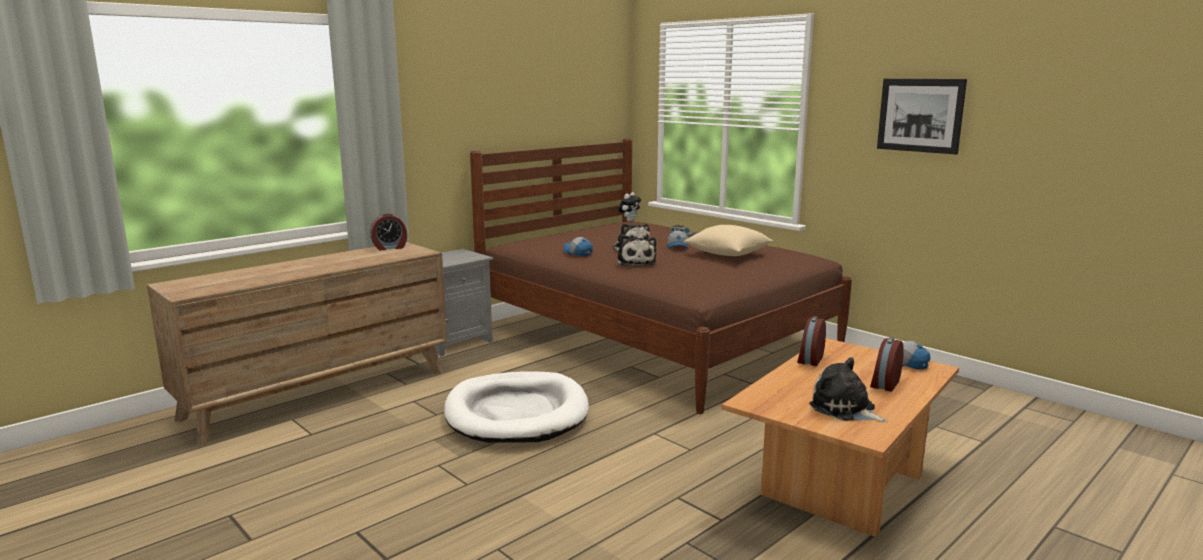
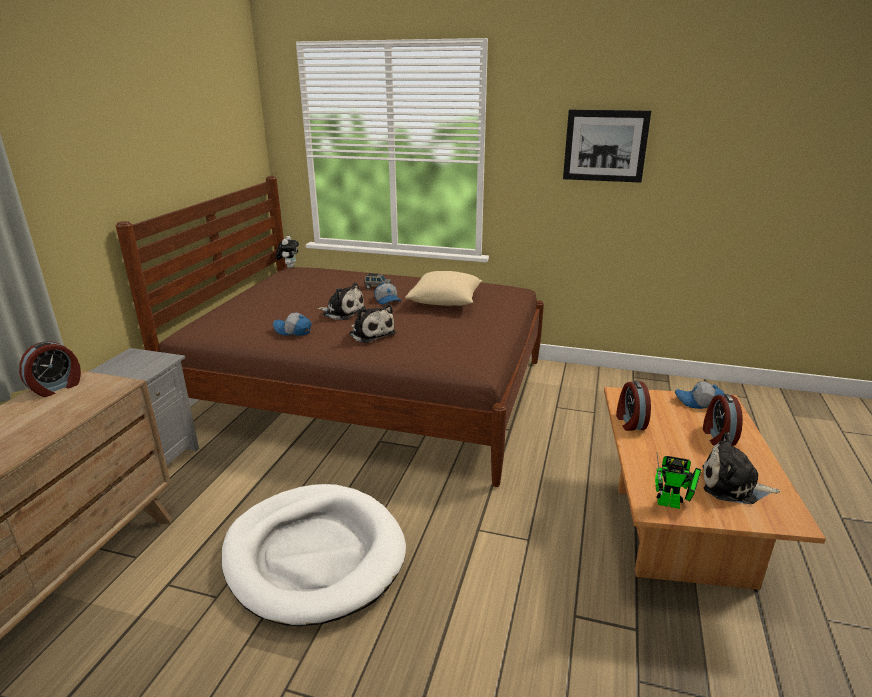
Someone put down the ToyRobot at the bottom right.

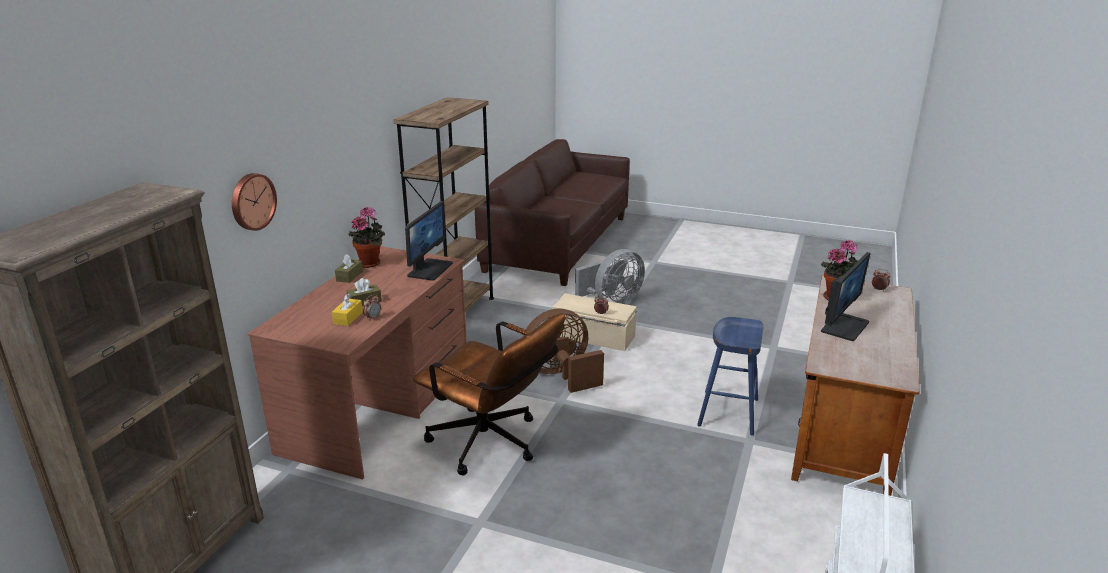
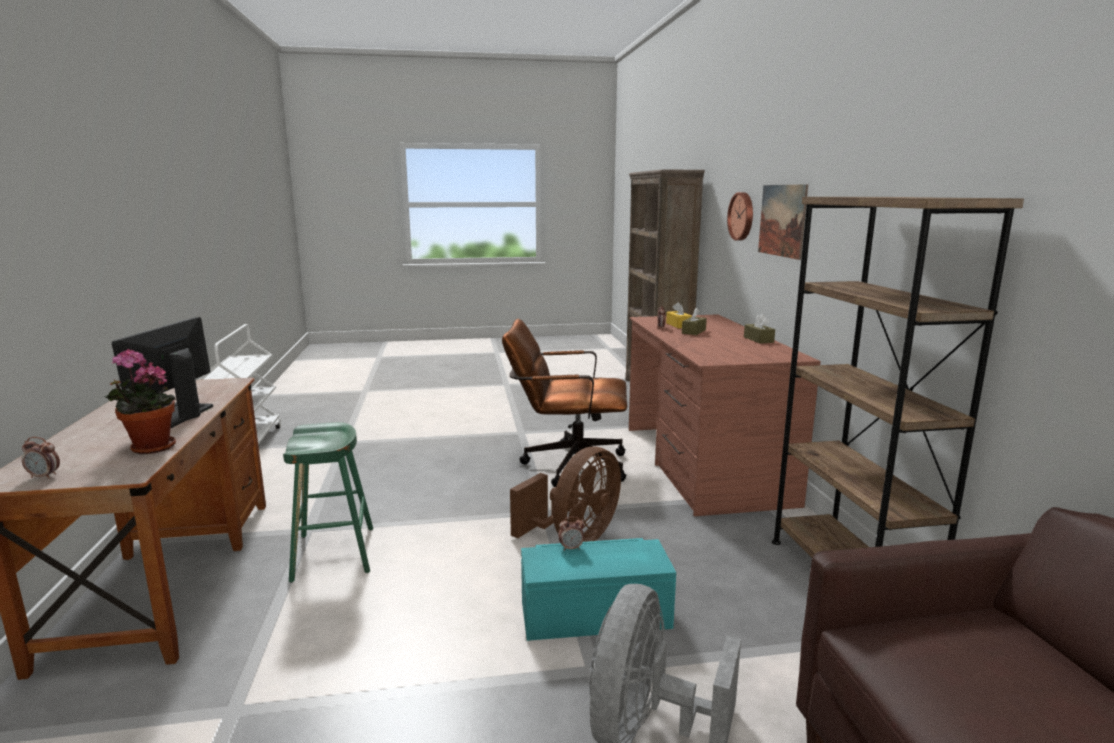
Someone took away the PottedPlant (1st from left) at the middle left.
Someone took away the Monitor (1st from left) at the centre.
Someone put up the WallArt at the top right.
Someone repainted the BeigeColouredStorageBox at the centre, which became the TurquoiseColouredStorageBox at the bottom centre.
Someone repainted the BlueColouredStoolSeat at the centre, which became the GreenStoolSeat at the bottom left.

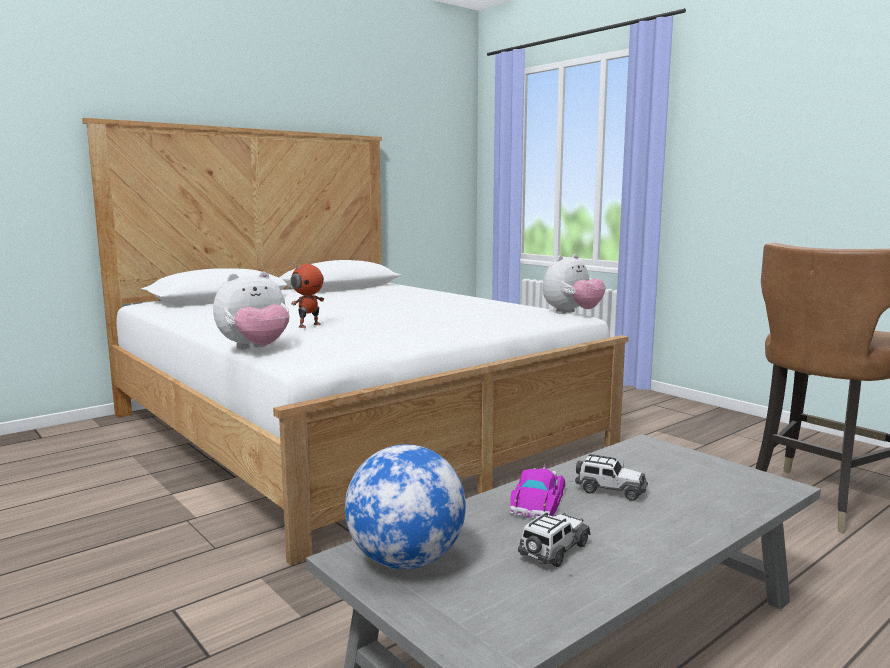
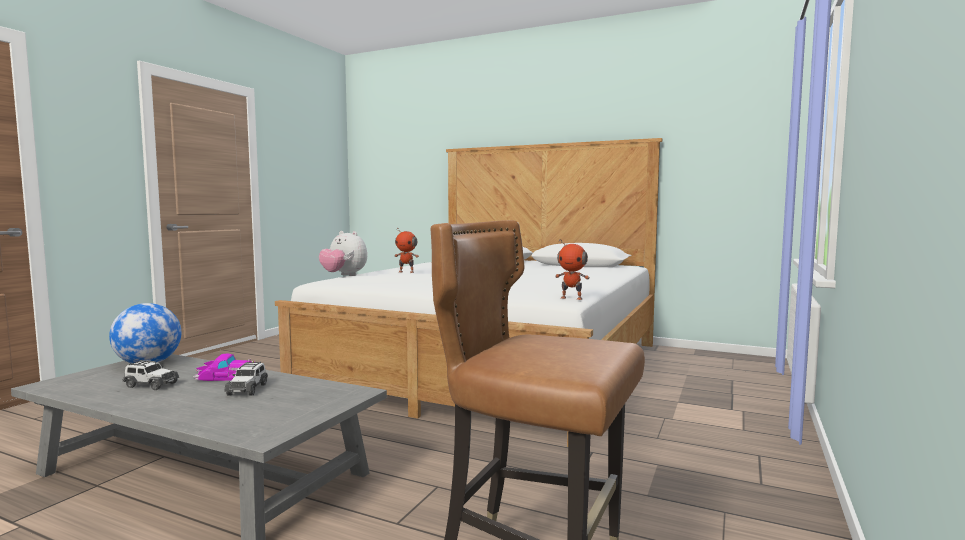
Someone swapped the SoftToy (2nd from left) at the centre for the ToyRobot (2nd from left) at the centre.

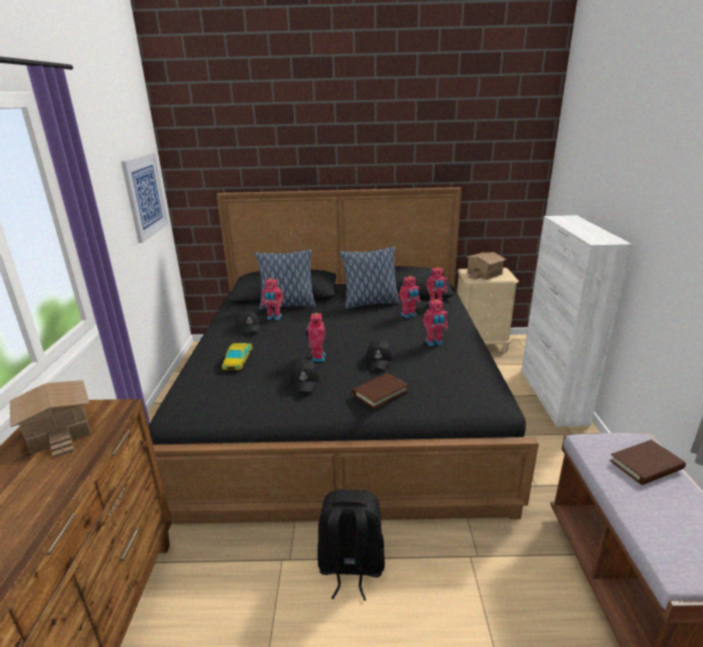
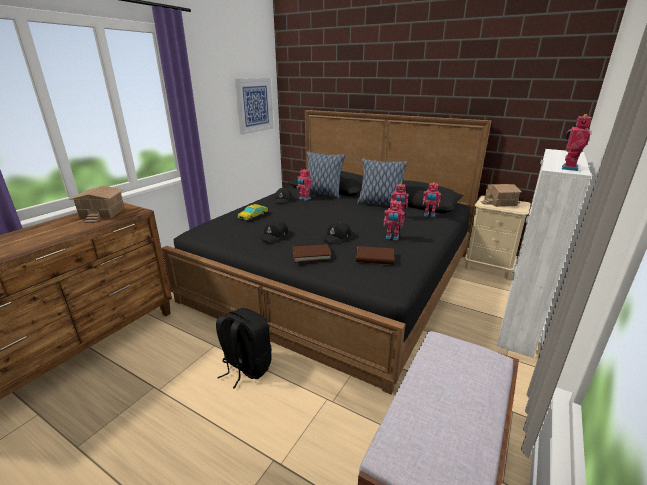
Someone carried the ToyRobot (2nd from left in the first image) from the centre to the top right.
Someone carried the BrownColouredVolume (2nd from left) from the bottom right to the centre.

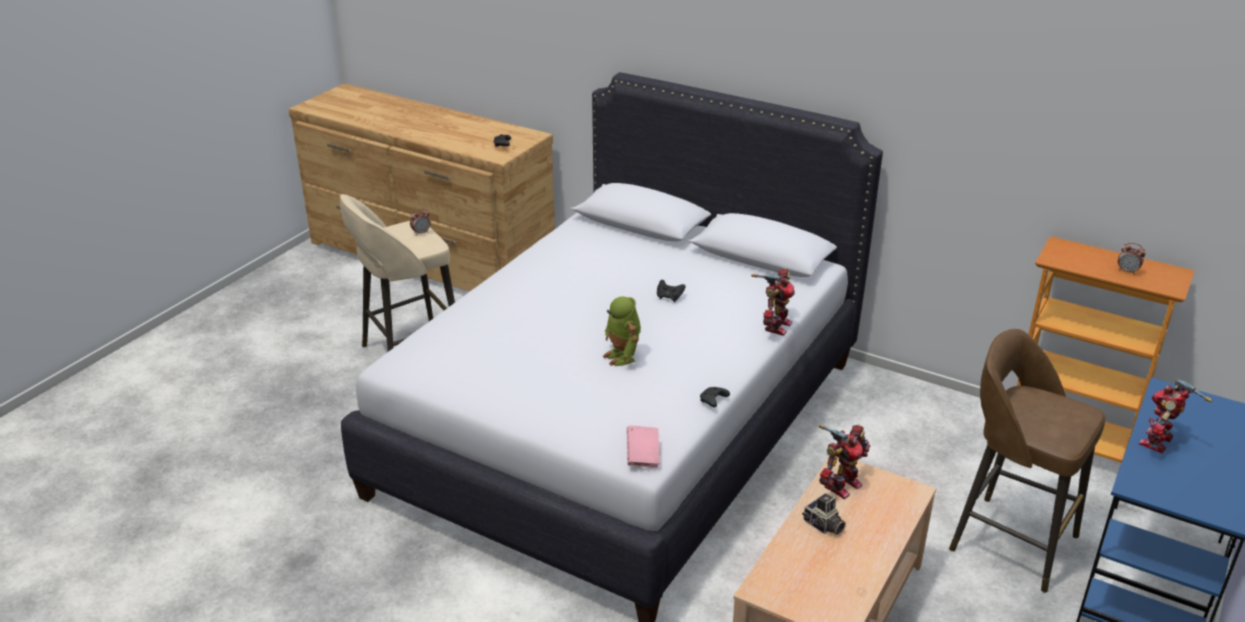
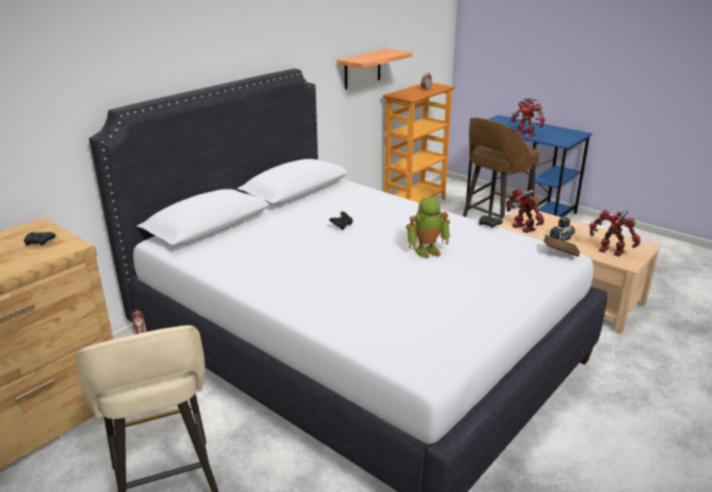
Someone put up the WallShelf at the top centre.
Someone carried the ToyRobot (2nd from left in the first image) from the centre to the middle right.
Someone repainted the PinkishVolume at the bottom centre, which became the BrownColouredVolume at the middle right.

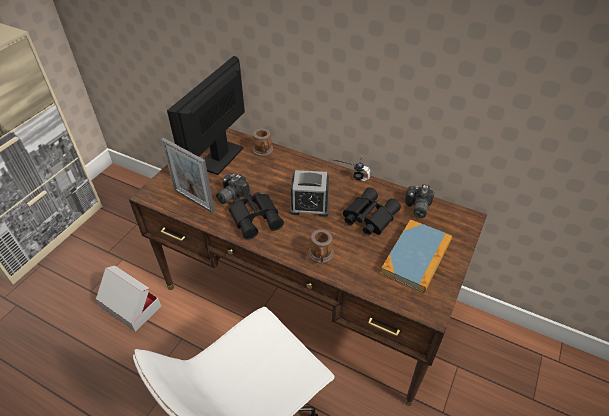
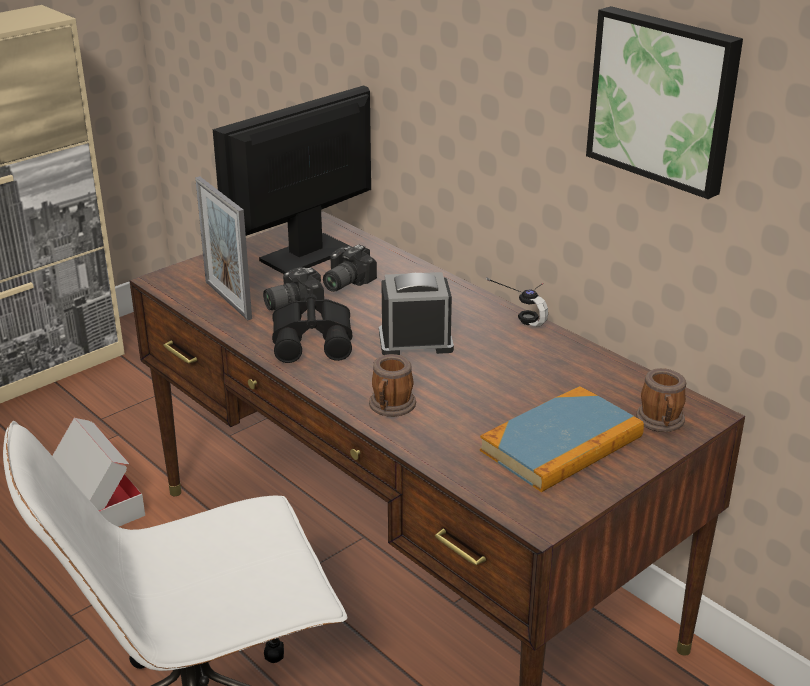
Someone took away the BlackPairOfBinoculars (2nd from left) at the centre.
Someone put up the WallArt at the top right.
Someone carried the CoffeeMug (1st from left in the first image) from the centre to the middle right.
Someone carried the PhotoCamera (2nd from left) from the middle right to the centre.
Someone rotated the TableClock at the centre by 150 degrees clockwise.

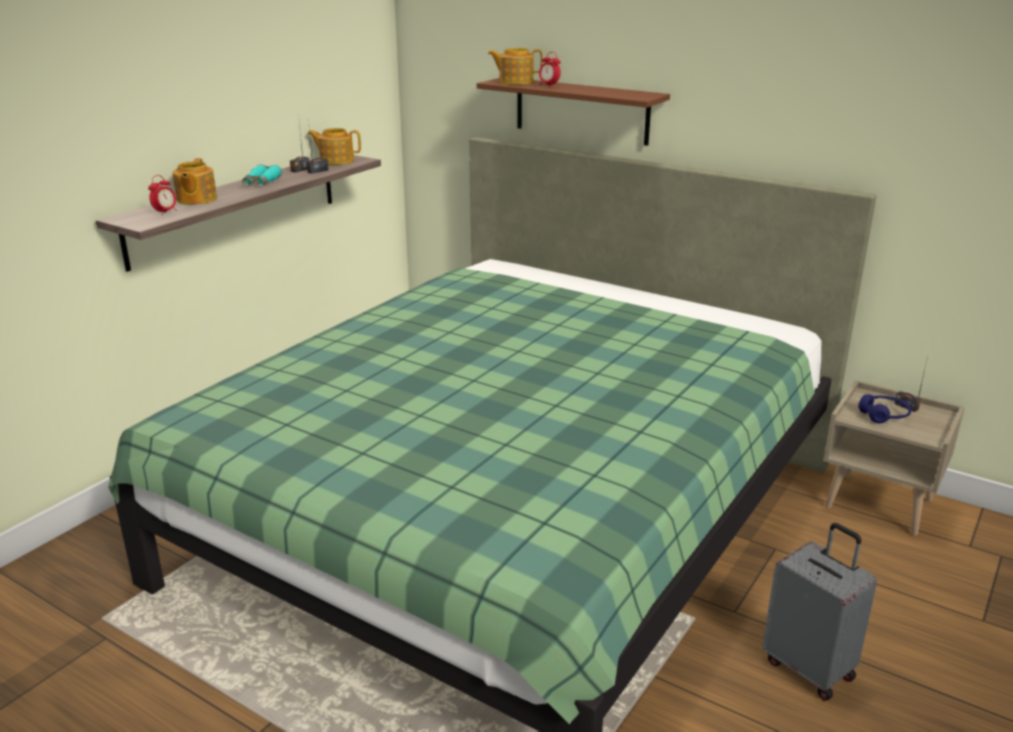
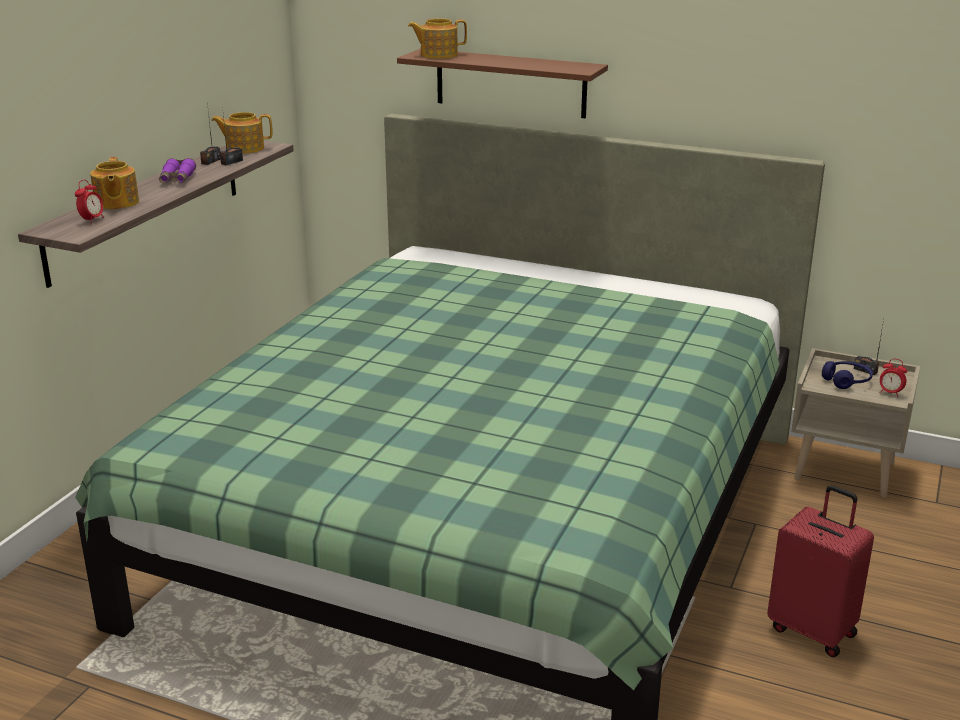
Someone carried the TableClock (2nd from left) from the top centre to the middle right.
Someone repainted the TurquoiseColouredPairOfBinoculars at the top left, which became the PurplePairOfBinoculars at the top left.
Someone repainted the GreyishPieceOfLuggage at the bottom right, which became the RedPieceOfLuggage at the bottom right.

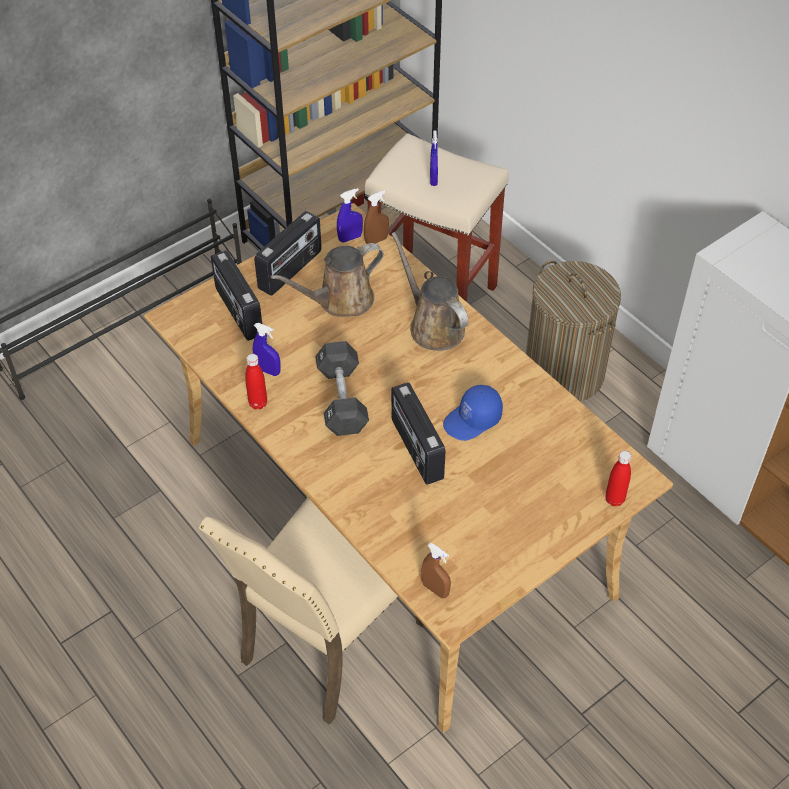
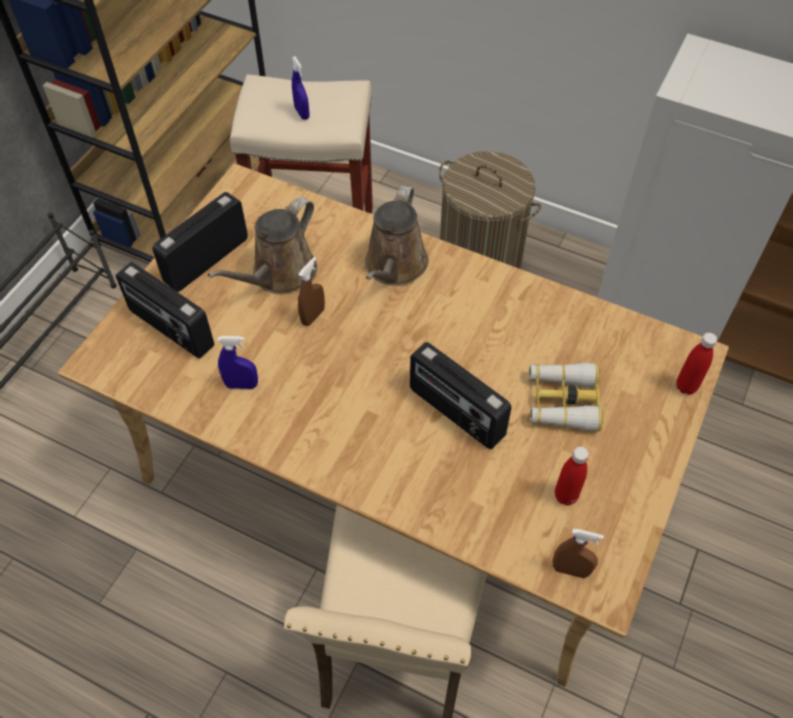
Someone took away the BlackDumbbell at the centre.
Someone took away the BlueColouredSprayer (2nd from left) at the top centre.
Someone took away the BlueColouredBaseballCap at the centre.
Someone put down the PairOfBinoculars at the middle right.
Someone carried the RedBeverageBottle (1st from left) from the middle left to the middle right.
Someone carried the BrownColouredSprayer (1st from left) from the top centre to the centre.
Someone rotated the Radio (2nd from left) at the top centre by 150 degrees counterclockwise.
Someone rotated the BrownColouredWateringPot (2nd from left) at the centre by 105 degrees counterclockwise.

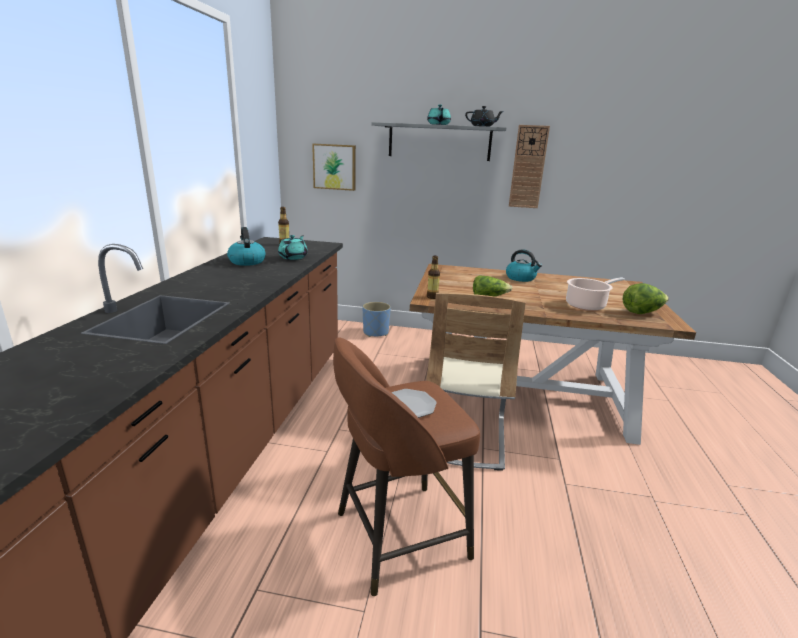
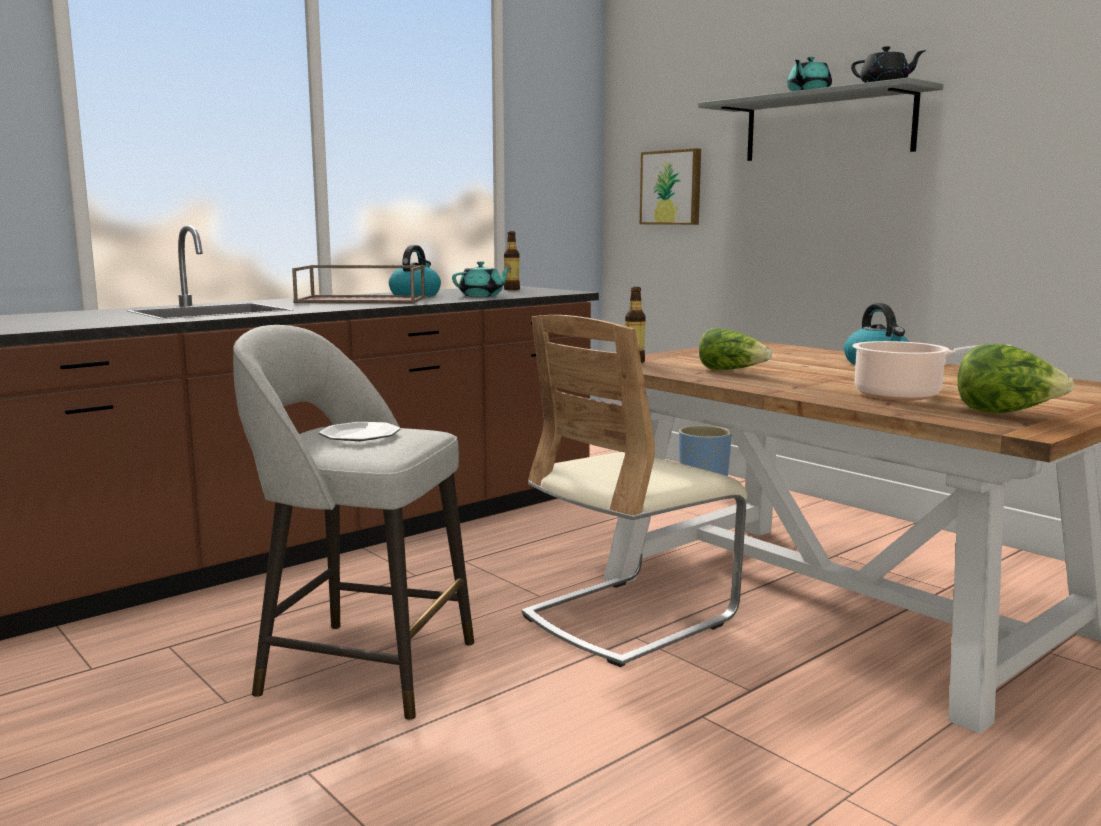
Someone took away the HangingClock at the top centre.
Someone put down the BrownColouredServingTray at the middle left.
Someone repainted the BrownColouredStoolSeat at the bottom centre, which became the GreyishStoolSeat at the middle left.

